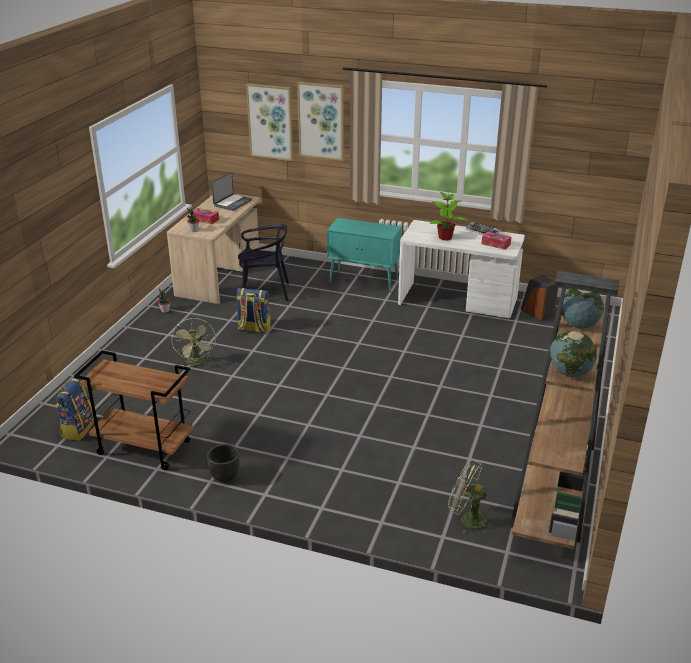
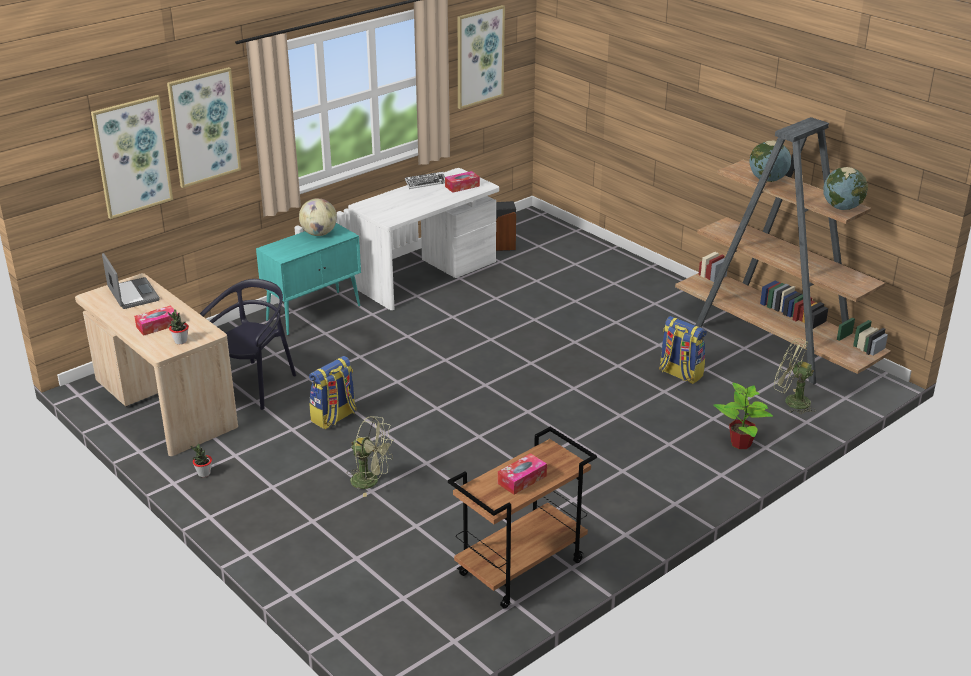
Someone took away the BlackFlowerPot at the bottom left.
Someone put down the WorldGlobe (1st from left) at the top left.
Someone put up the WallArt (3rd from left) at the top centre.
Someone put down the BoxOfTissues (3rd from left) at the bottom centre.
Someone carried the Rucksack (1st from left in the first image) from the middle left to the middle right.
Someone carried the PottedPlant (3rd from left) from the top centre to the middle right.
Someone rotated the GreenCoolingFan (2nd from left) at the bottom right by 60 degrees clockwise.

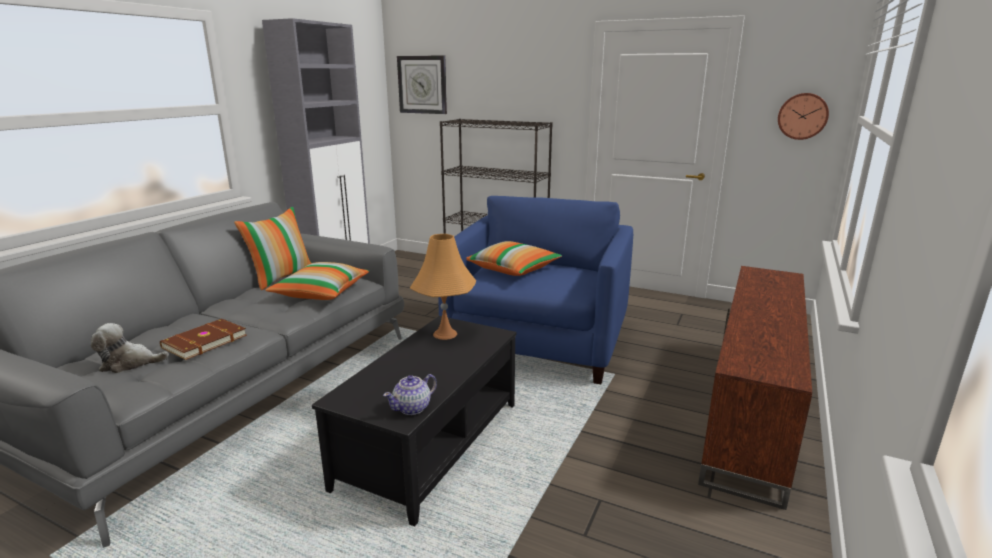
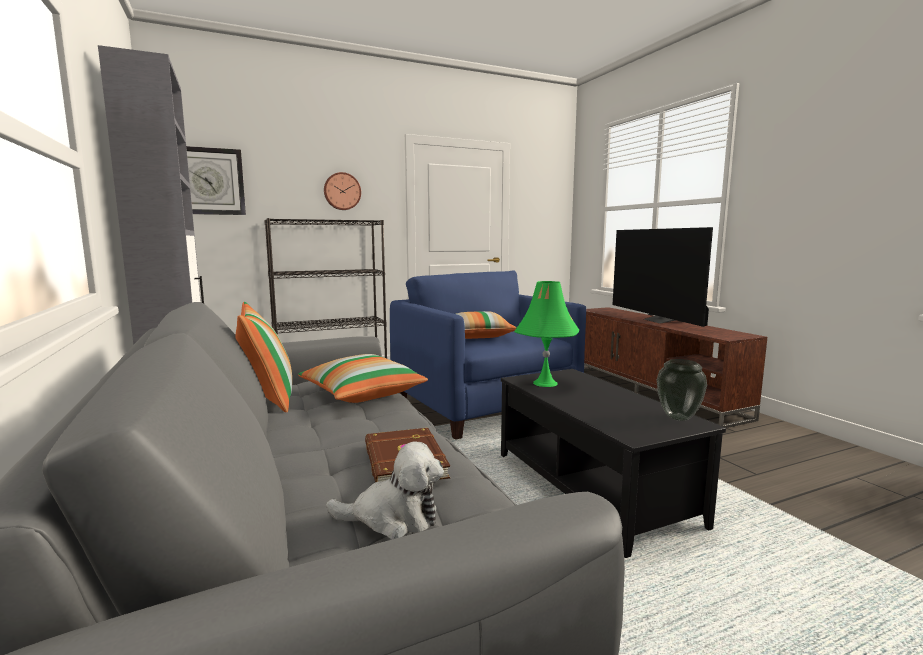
Someone put down the TvSet at the middle right.
Someone carried the HangingClock (2nd from left) from the top right to the top centre.
Someone swapped the TeaPot at the bottom centre for the DecorativeVase at the middle right.
Someone repainted the OrangeColouredLampForATable at the centre, which became the GreenLampForATable at the centre.
Someone rotated the SoftToy at the middle left by 120 degrees counterclockwise.

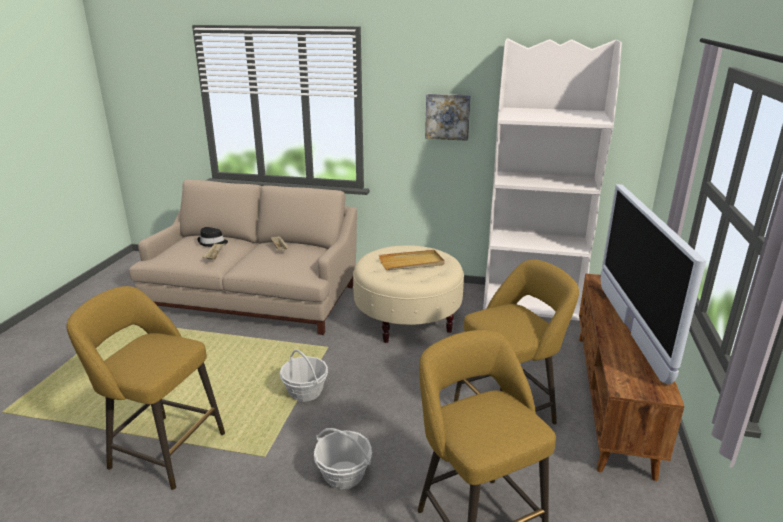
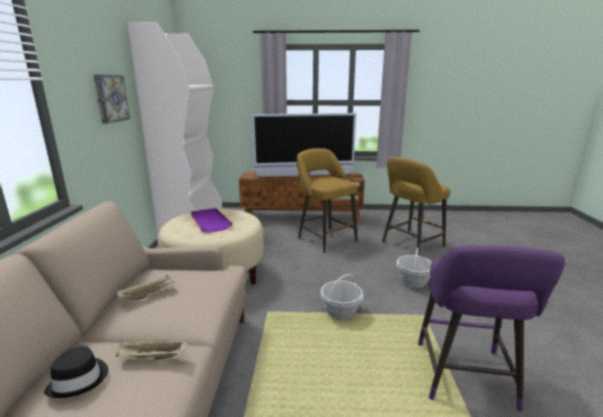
Someone repainted the YellowColouredStoolSeat (1st from left) at the bottom left, which became the PurpleStoolSeat at the bottom right.
Someone repainted the BeigeColouredServingTray (3rd from left) at the centre, which became the PurpleServingTray at the centre.

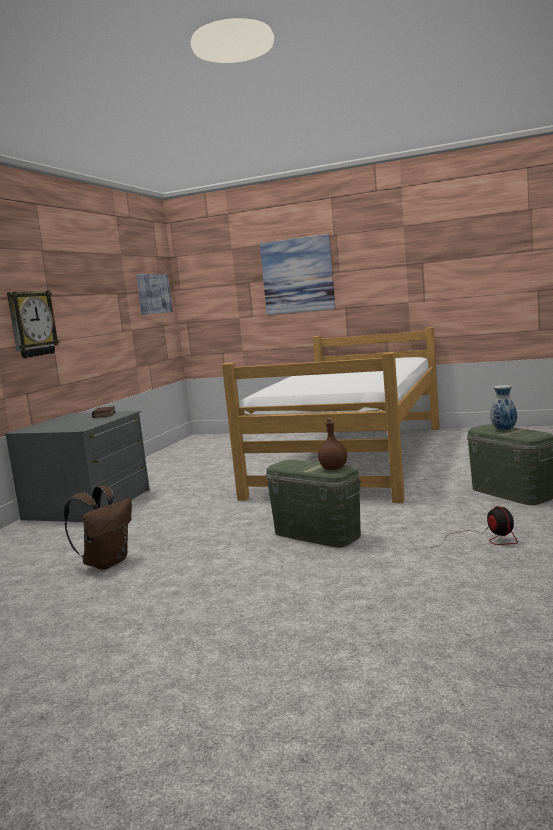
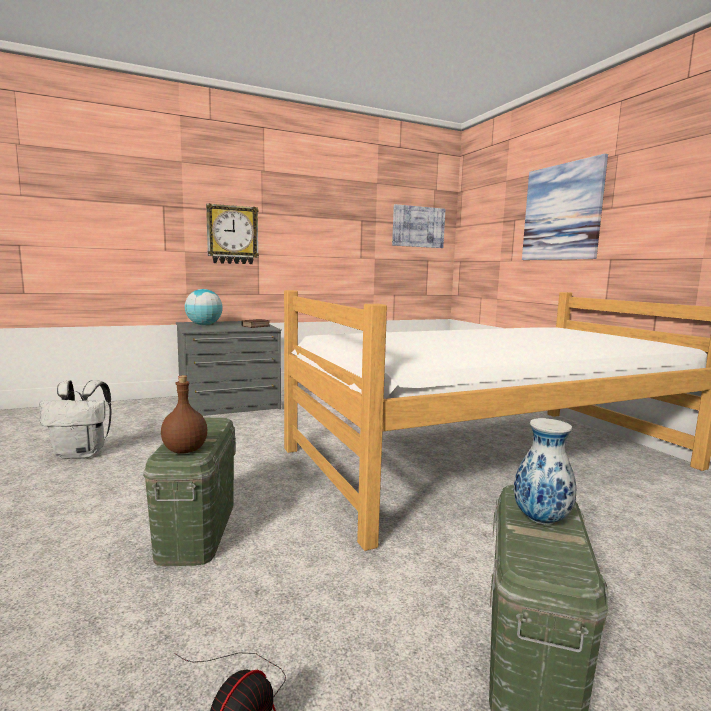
Someone put down the WorldGlobe at the middle left.
Someone repainted the BrownColouredRucksack at the middle left, which became the WhiteRucksack at the middle left.

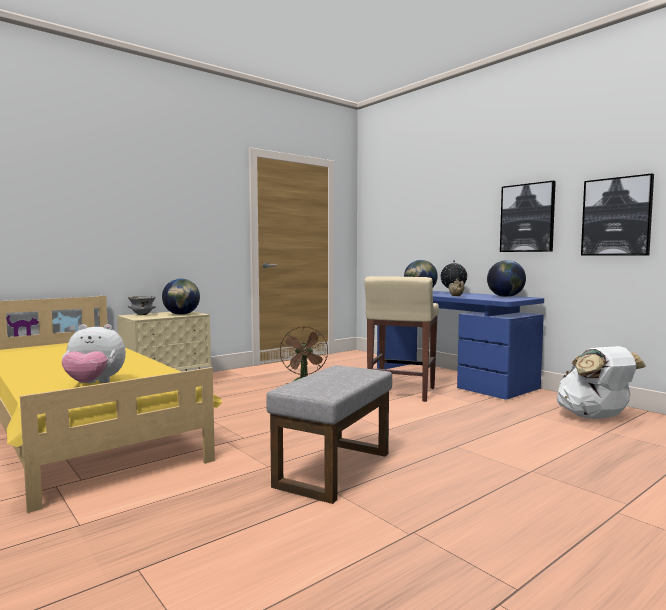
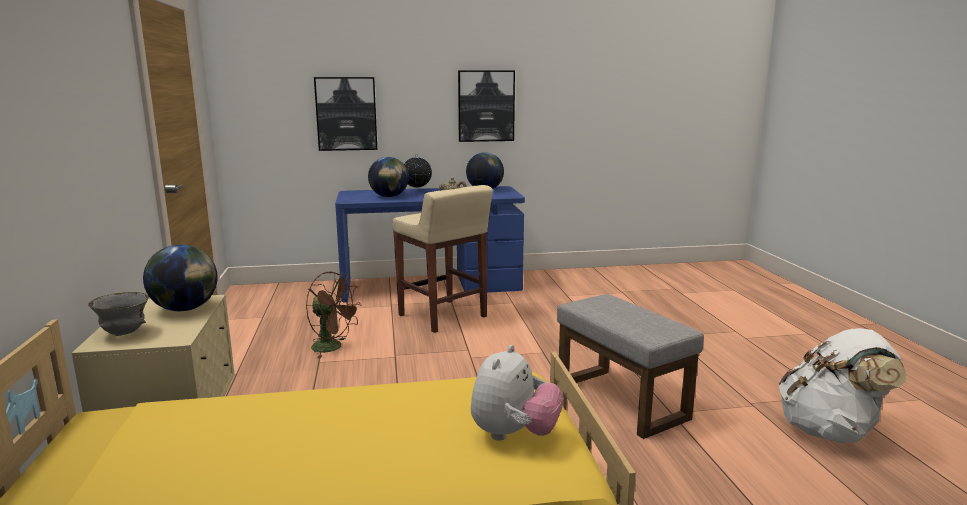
Someone carried the WhiteRucksack from the middle right to the bottom right.
Someone carried the WallArt (2nd from left in the first image) from the middle right to the top centre.

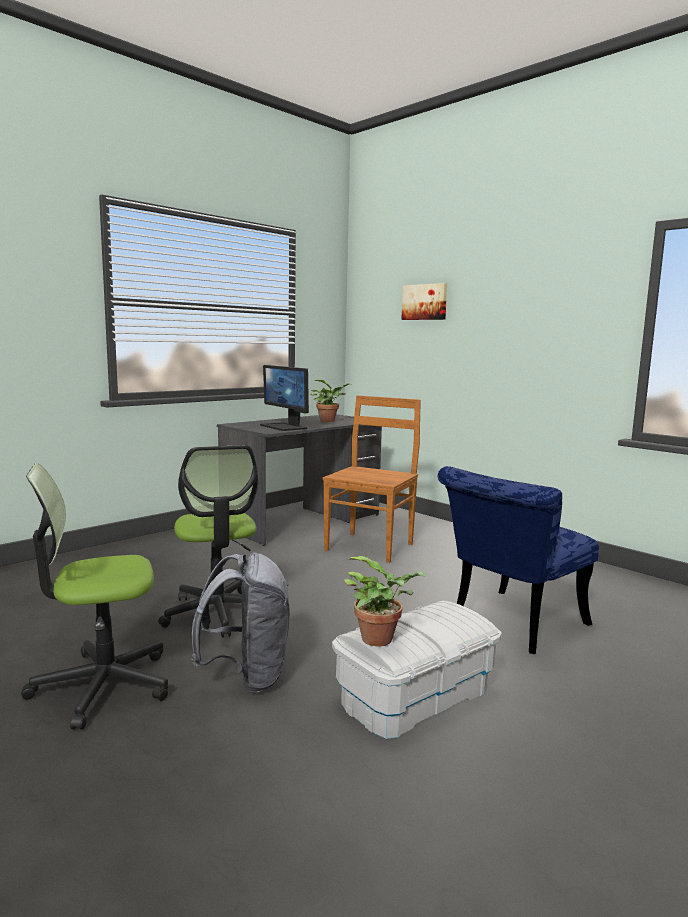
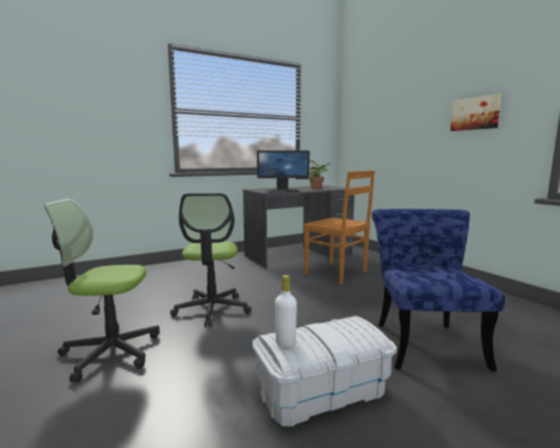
Someone took away the GreyishRucksack at the bottom centre.
Someone carried the WallArt from the top centre to the top right.
Someone swapped the PottedPlant (2nd from left) at the centre for the WhiteBeverageBottle at the bottom centre.
Someone rotated the Monitor at the centre by 75 degrees counterclockwise.
Someone rotated the BrownColouredPlainChair at the centre by 90 degrees clockwise.
Someone rotated the BlueColouredPlainChair at the middle right by 120 degrees clockwise.

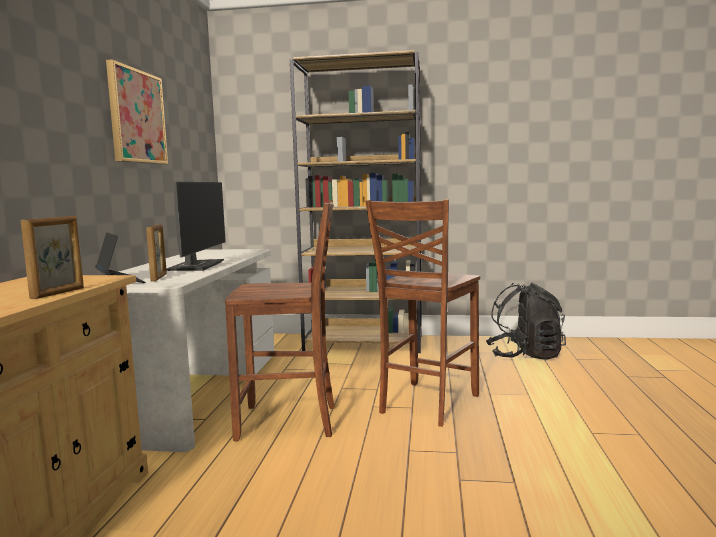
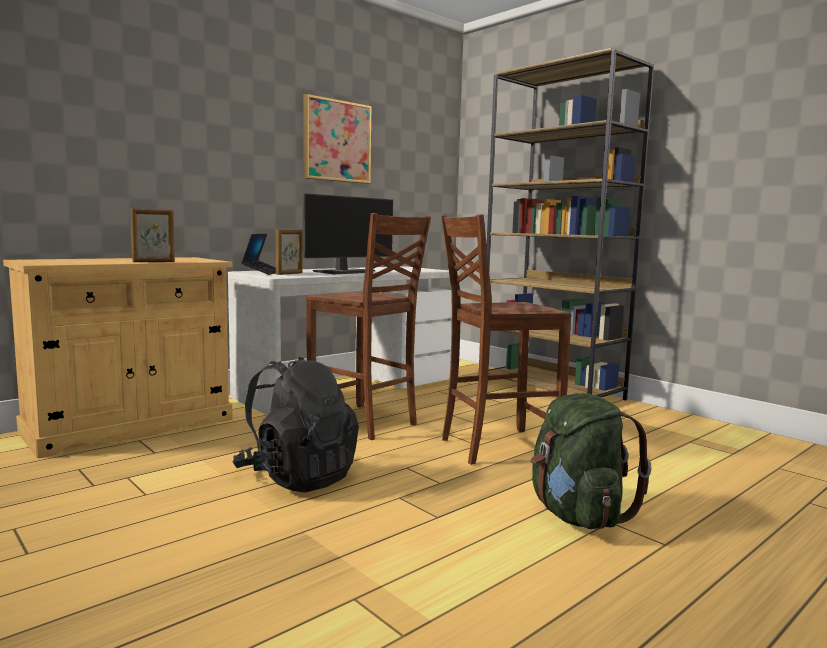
Someone put down the GreenRucksack at the bottom right.
Someone carried the BlackRucksack from the middle right to the centre.

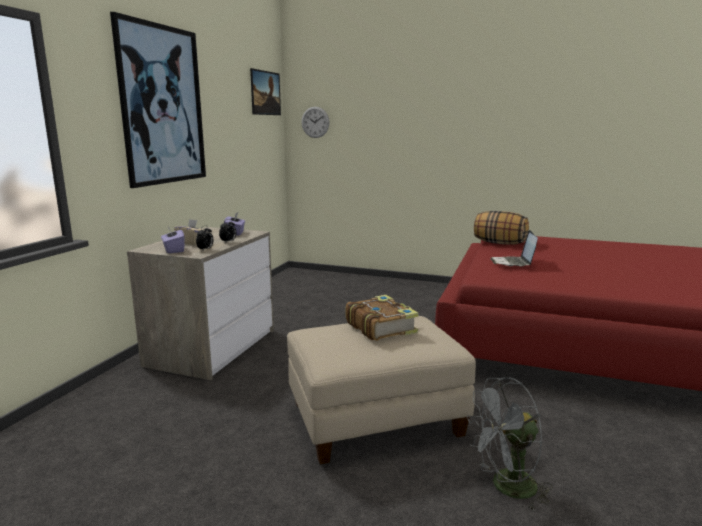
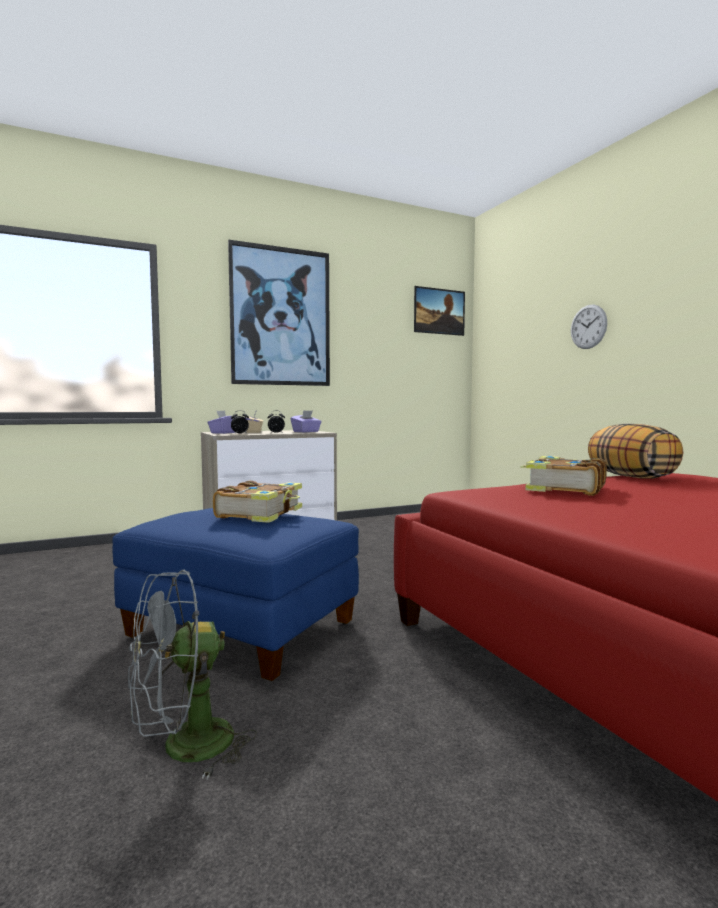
Someone carried the HangingClock from the top centre to the middle right.
Someone swapped the NotebookComputer at the middle right for the Volume (2nd from left) at the middle right.
Someone repainted the BeigeColouredFootrest at the bottom centre, which became the BlueColouredFootrest at the middle left.
Someone rotated the GreyishCoolingFan at the bottom right by 60 degrees counterclockwise.

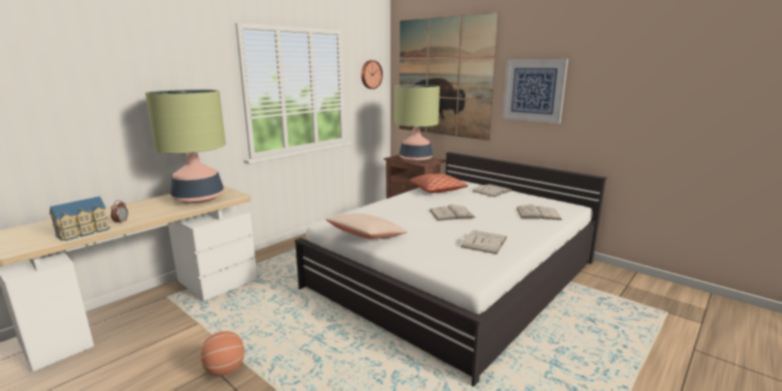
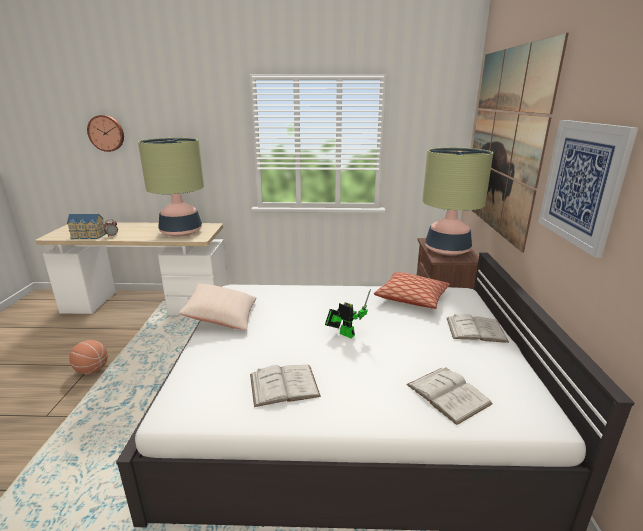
Someone carried the HangingClock from the top centre to the top left.
Someone swapped the WhiteVolume (1st from left) at the centre for the ToyRobot at the centre.

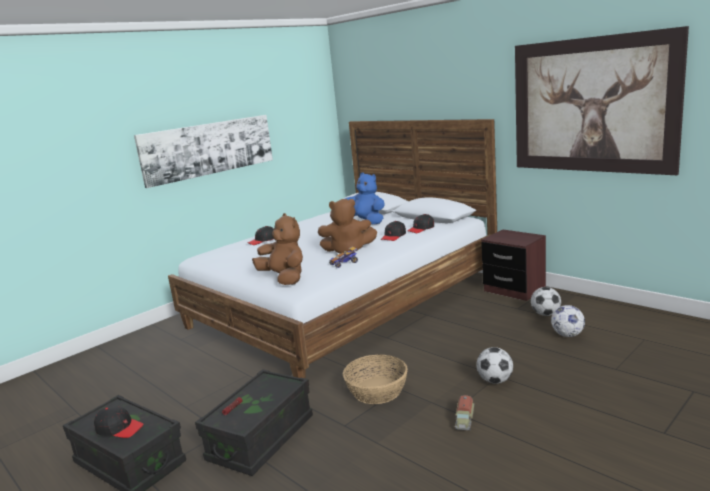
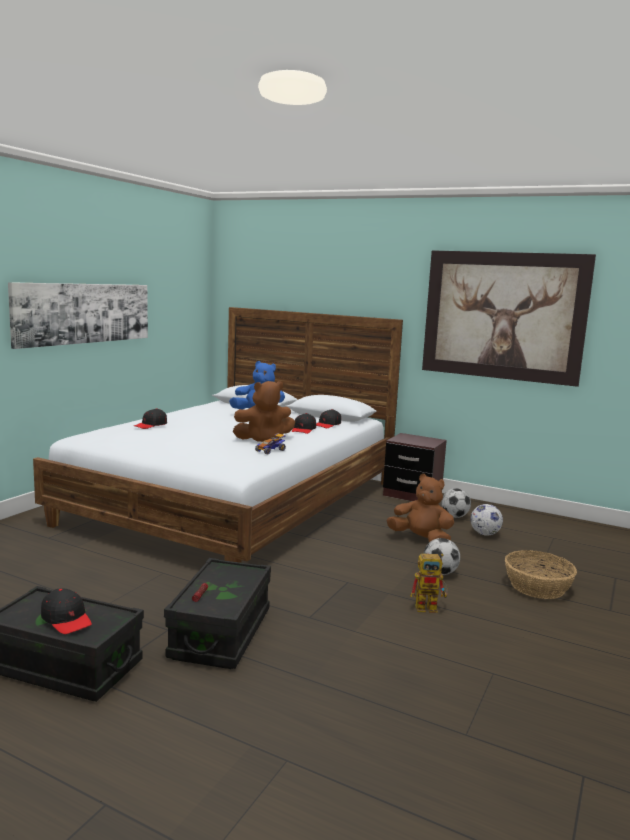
Someone carried the BrownColouredSoftToy (1st from left in the first image) from the centre to the middle right.
Someone carried the Basket from the bottom centre to the bottom right.
Someone swapped the ModelTruck at the bottom centre for the ToyRobot at the bottom right.
Someone rotated the BlackBaseballCap (1st from left) at the bottom left by 45 degrees clockwise.

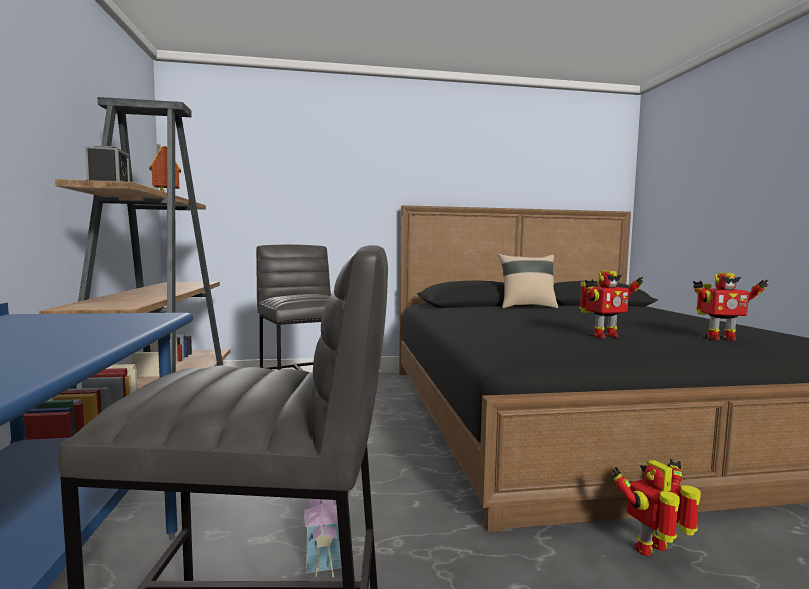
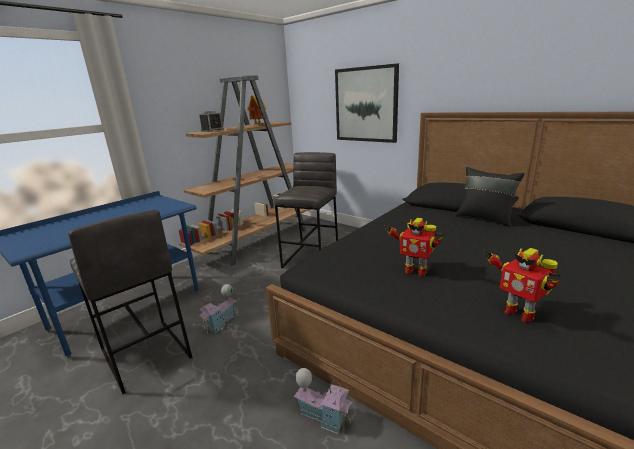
Someone put up the WallArt at the top centre.
Someone swapped the ToyRobot (2nd from left) at the bottom right for the ModelHouse (3rd from left) at the bottom centre.
Someone repainted the BeigeColouredCushion at the centre, which became the BlackCushion at the middle right.

